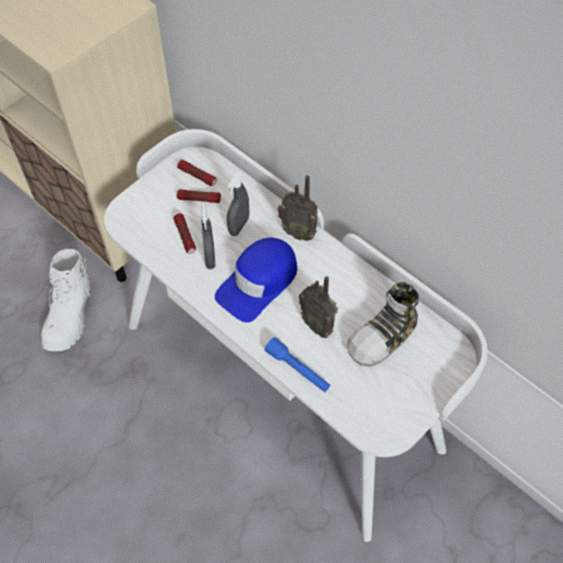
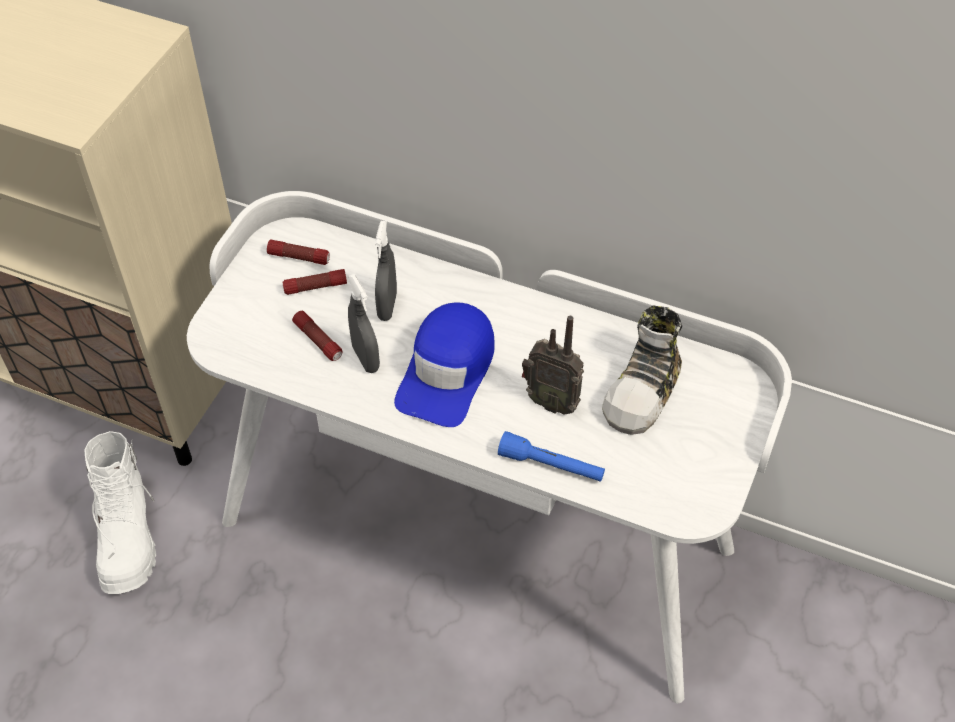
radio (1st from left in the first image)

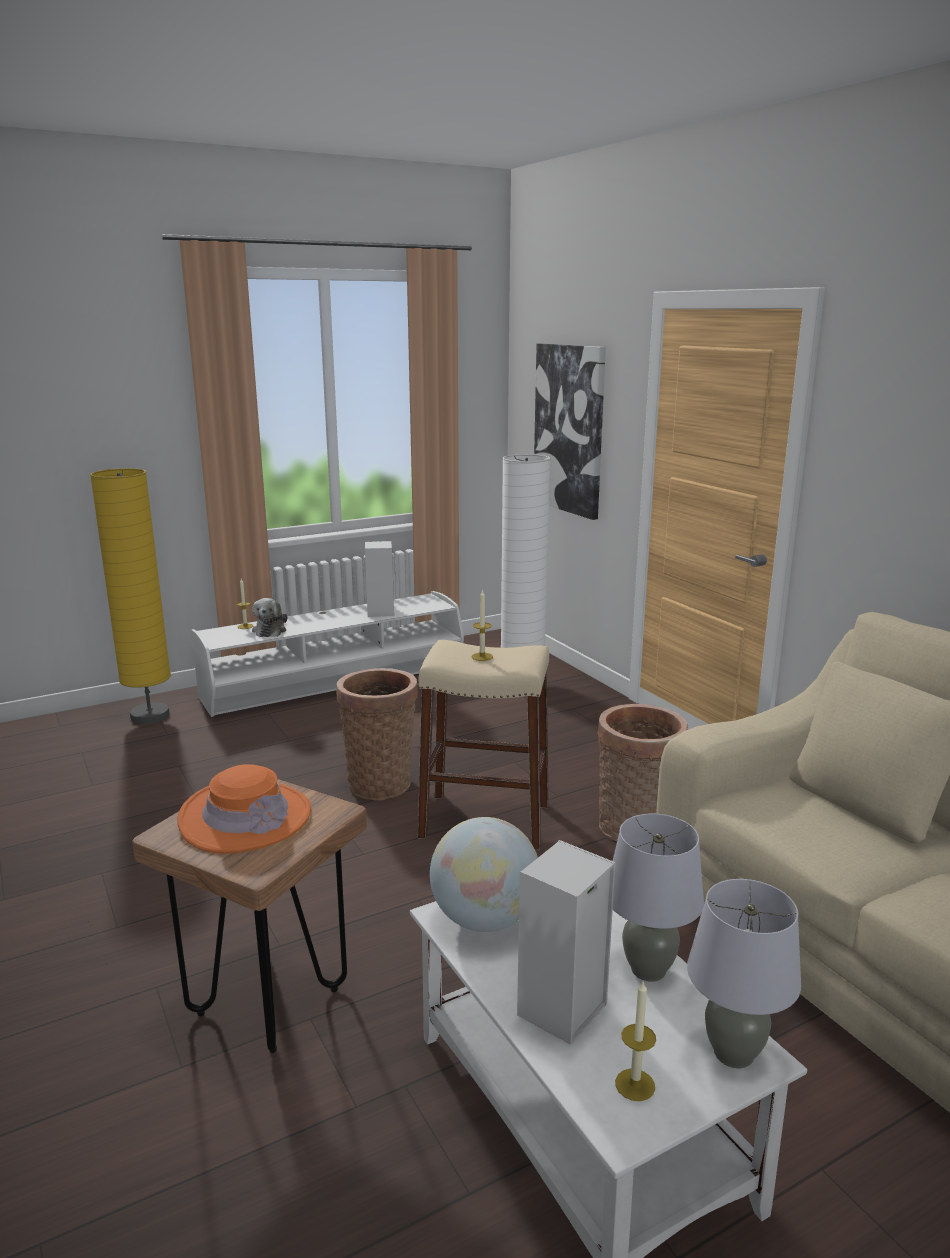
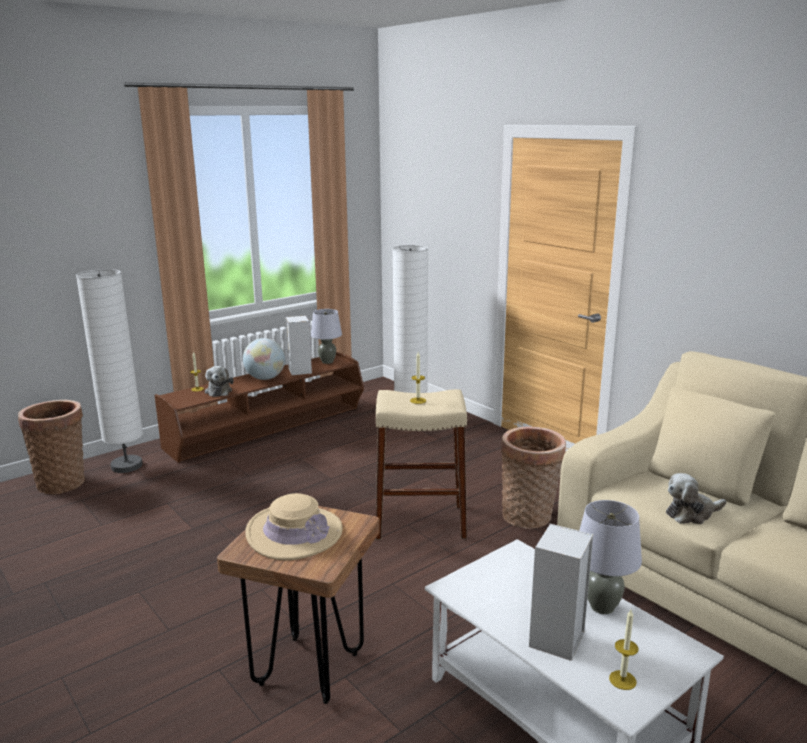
wall_picture; whitish_standing_lamp (1st from left); brownish_tv_stand; storage_basket (1st from left); sand-coloured_hat; globe; greyish_tabletop_lamp (1st from left); soft_toy (2nd from left)

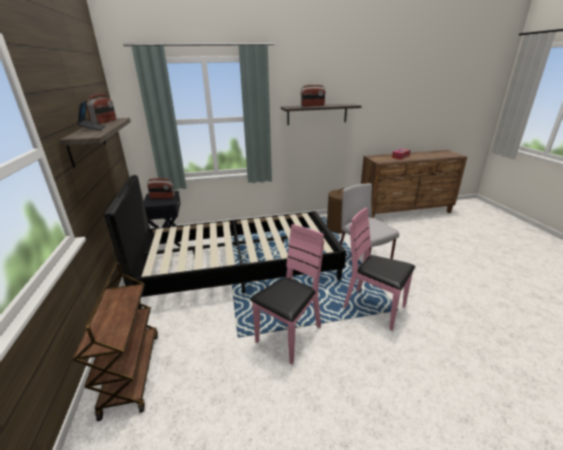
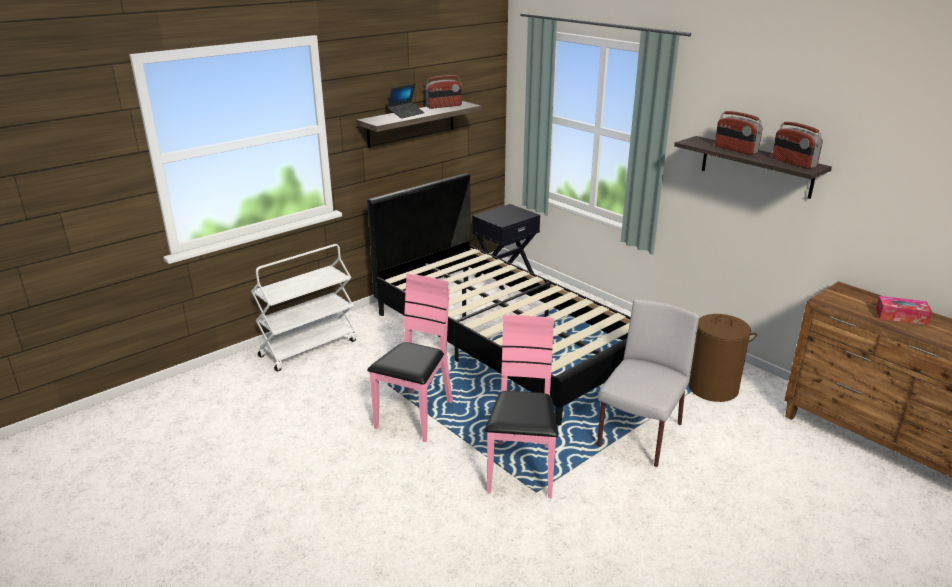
radio (3rd from left); pinkish_upright_chair (1st from left); whitish_cart

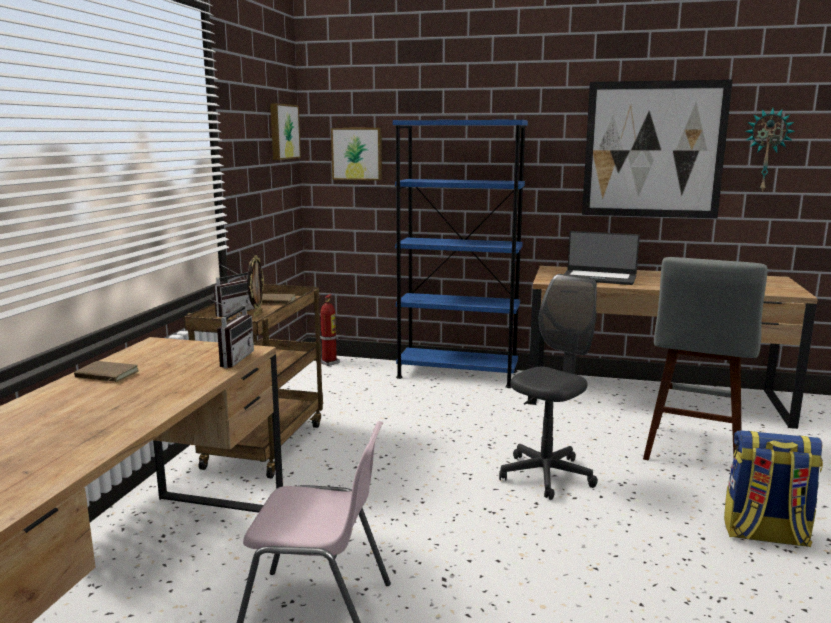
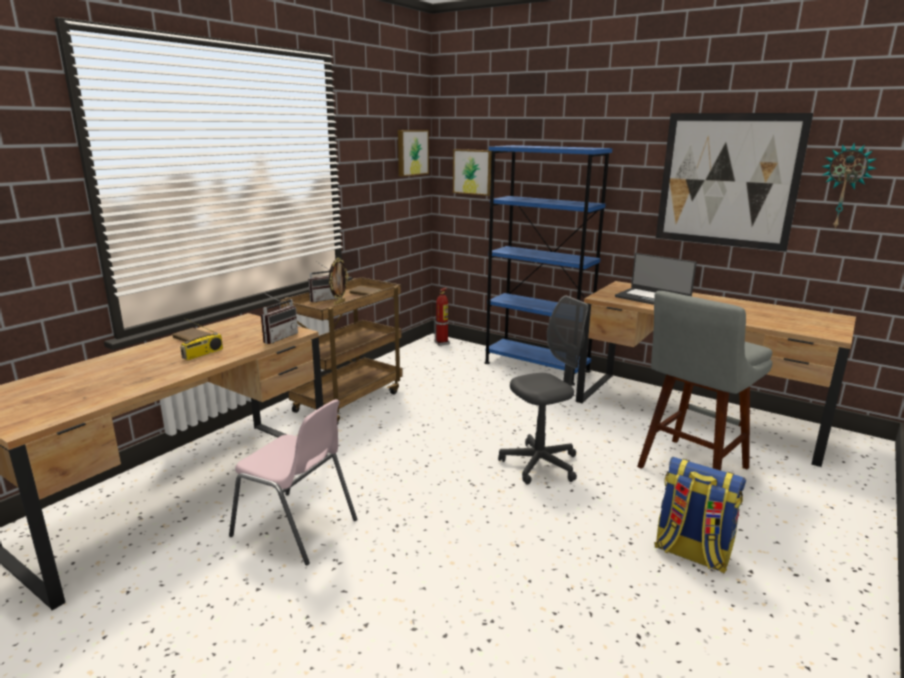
radio (1st from left)

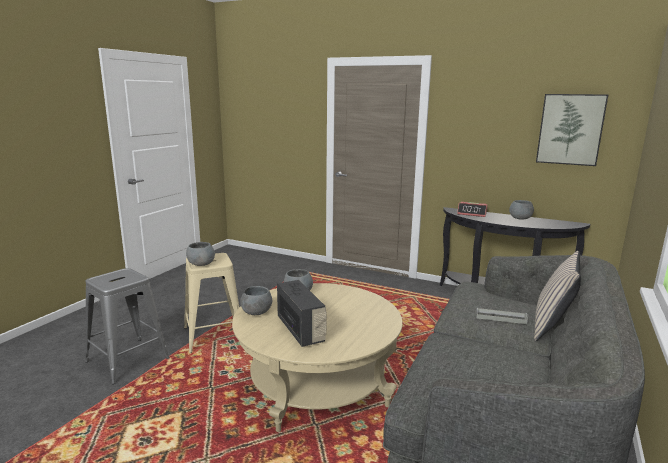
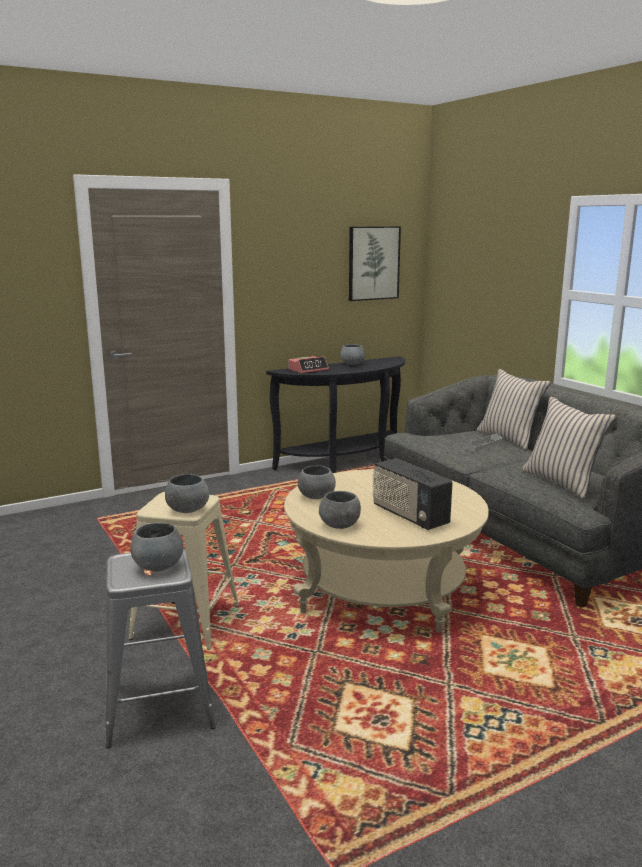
radio; sand-coloured_pillow (2nd from left); greyish_bowl (1st from left)

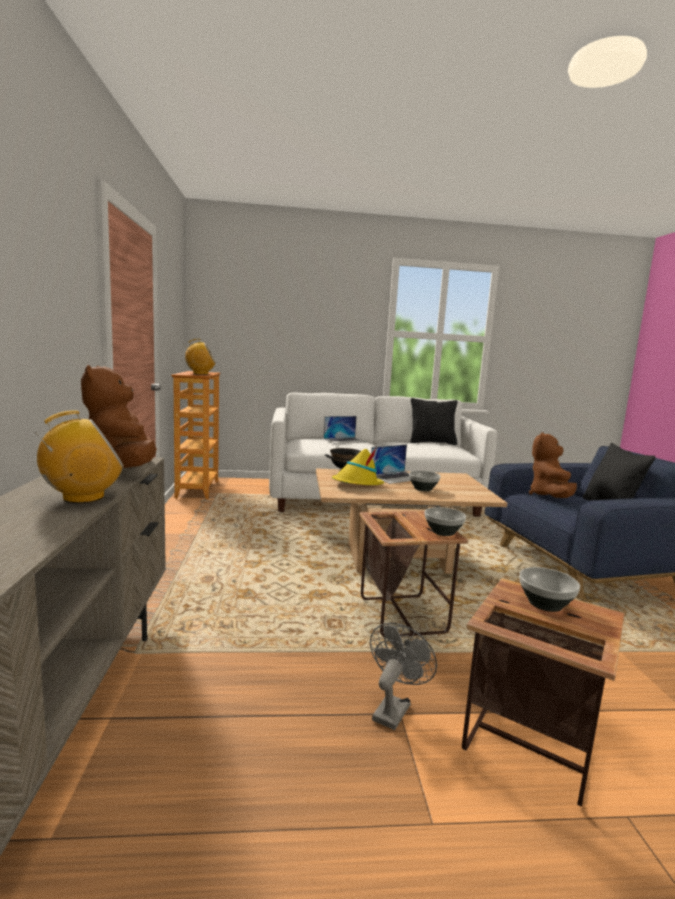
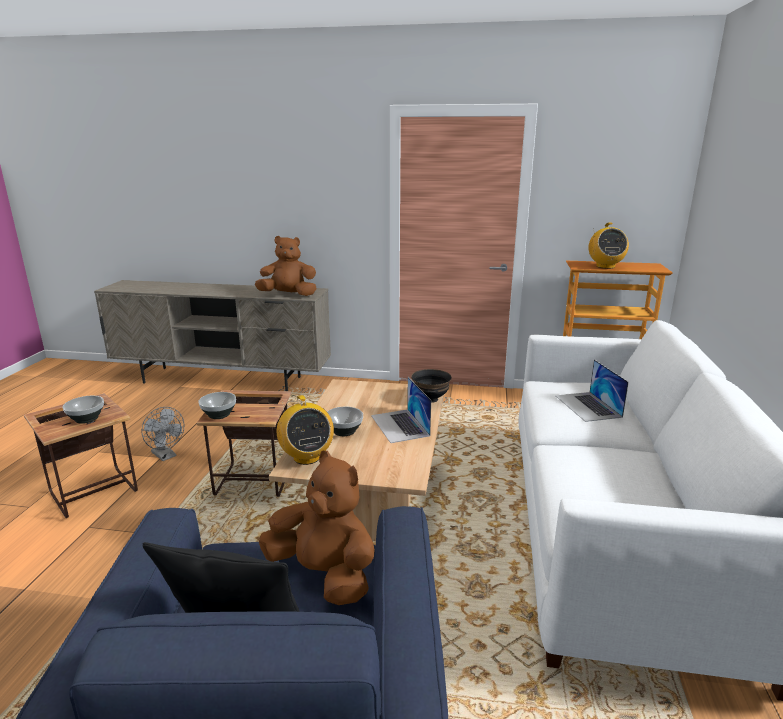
black-coloured_pillow (1st from left in the first image); radio (1st from left); yellowish_hat

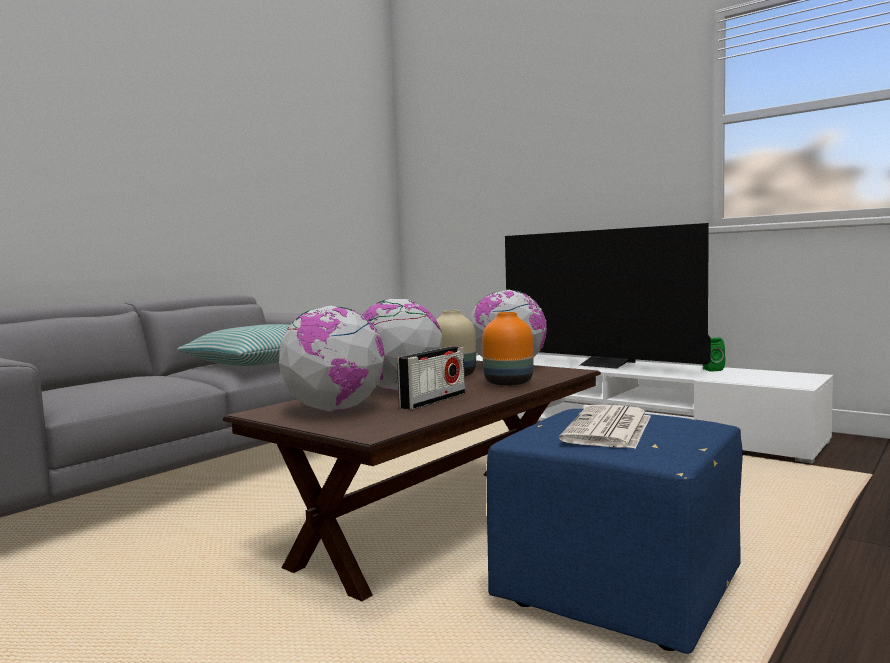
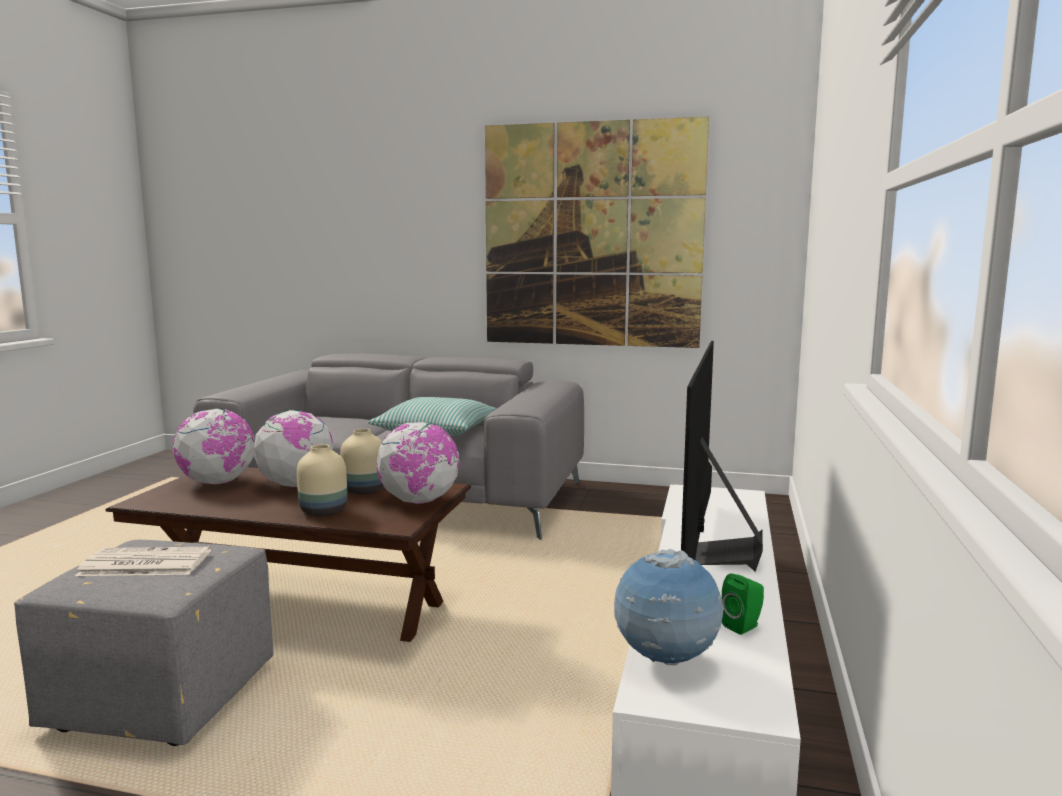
sand-coloured_decorative_vase (1st from left); radio; greyish_ottoman; wall_picture; globe (4th from left)

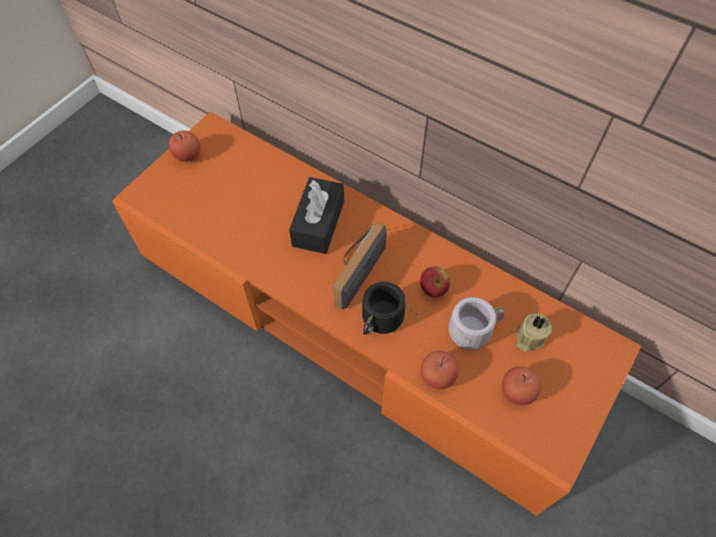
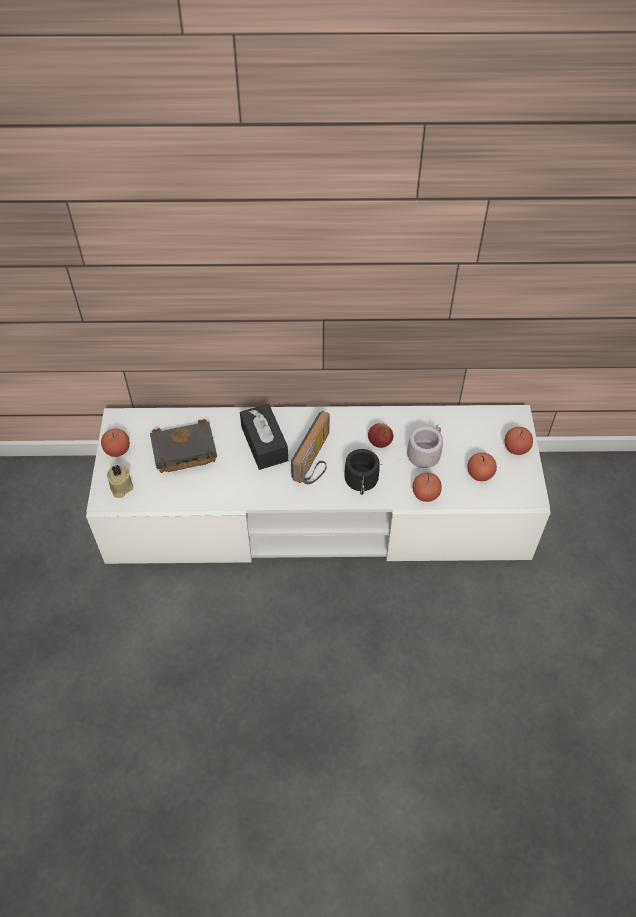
whitish_tv_stand; radio; sand-coloured_wax_light; black-coloured_bound_book; apple_fruit (5th from left)

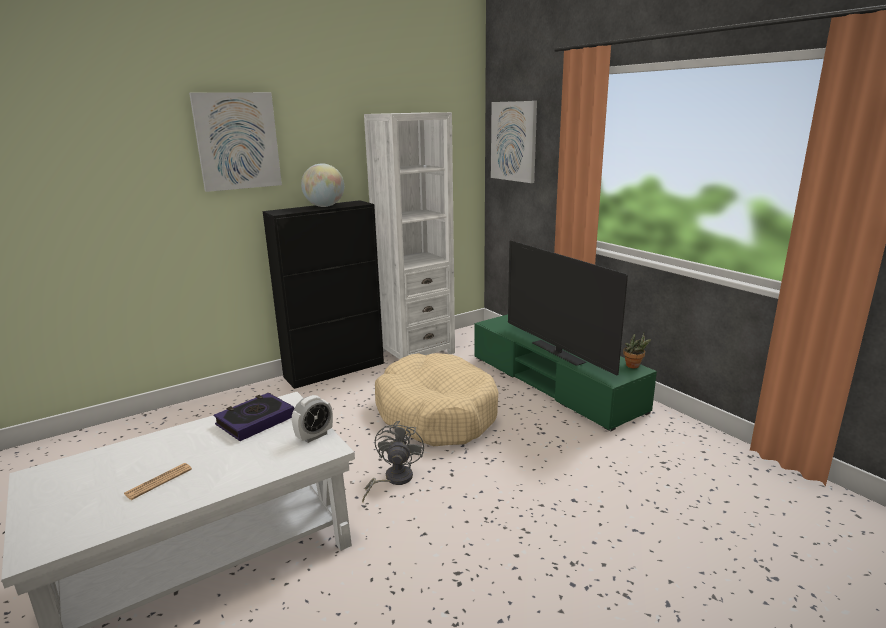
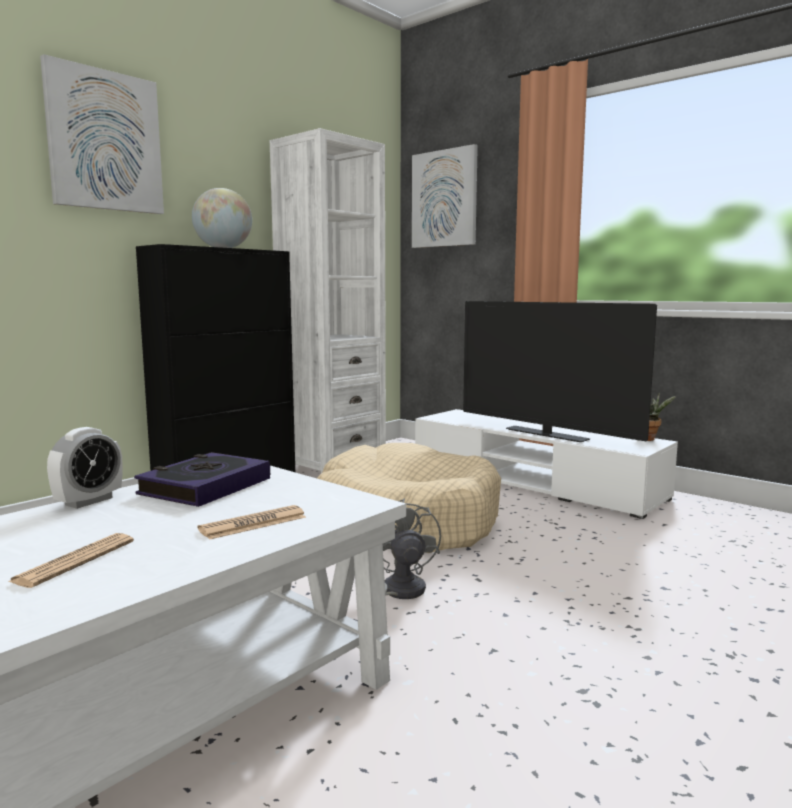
whitish_tv_stand; bedside_clock; newspaper (2nd from left)

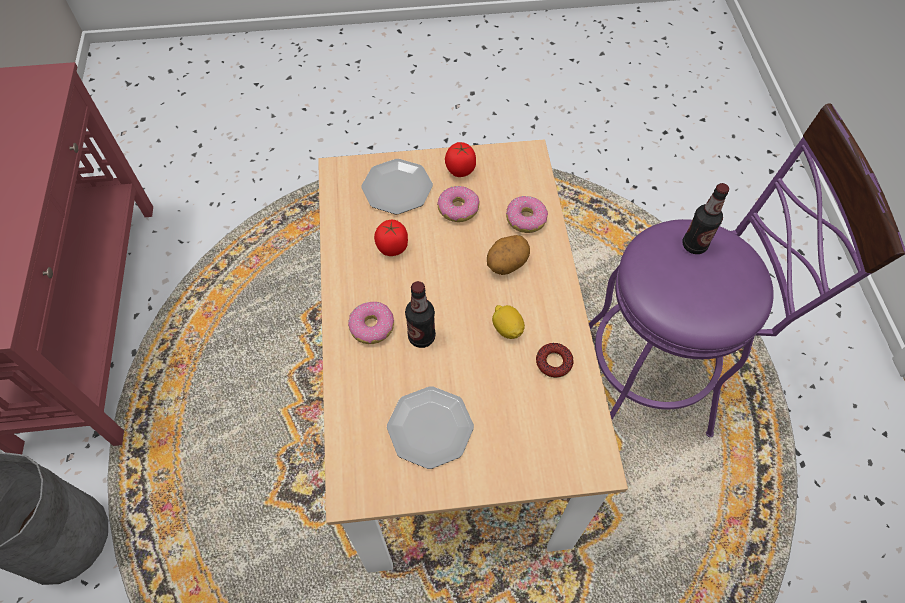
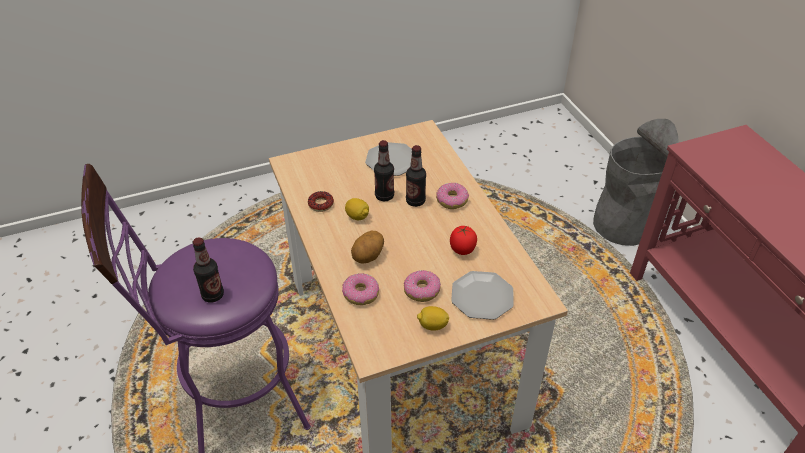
lemon (2nd from left); beverage_bottle (2nd from left)

